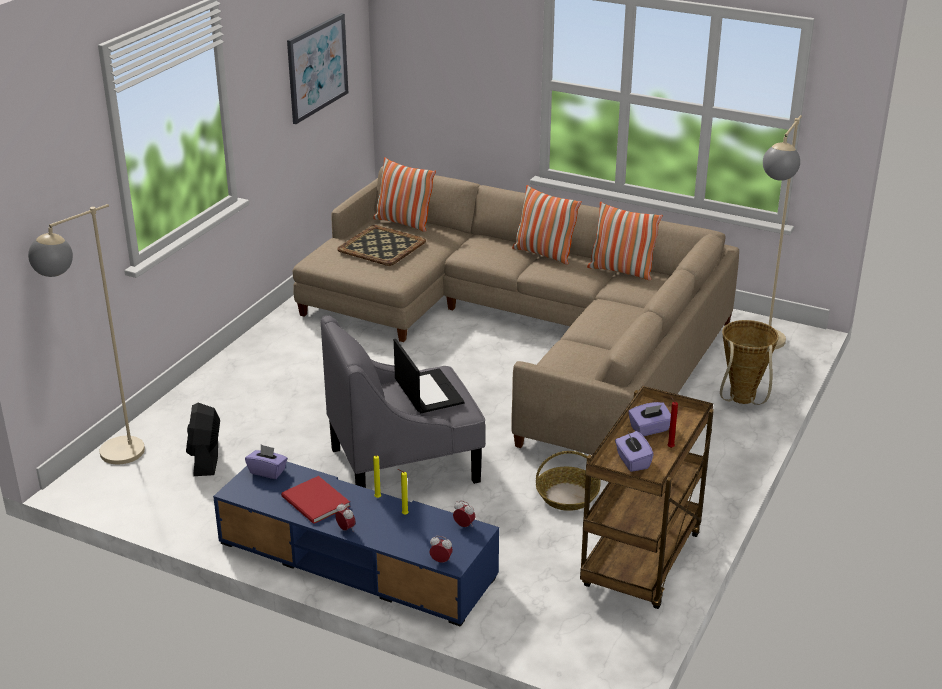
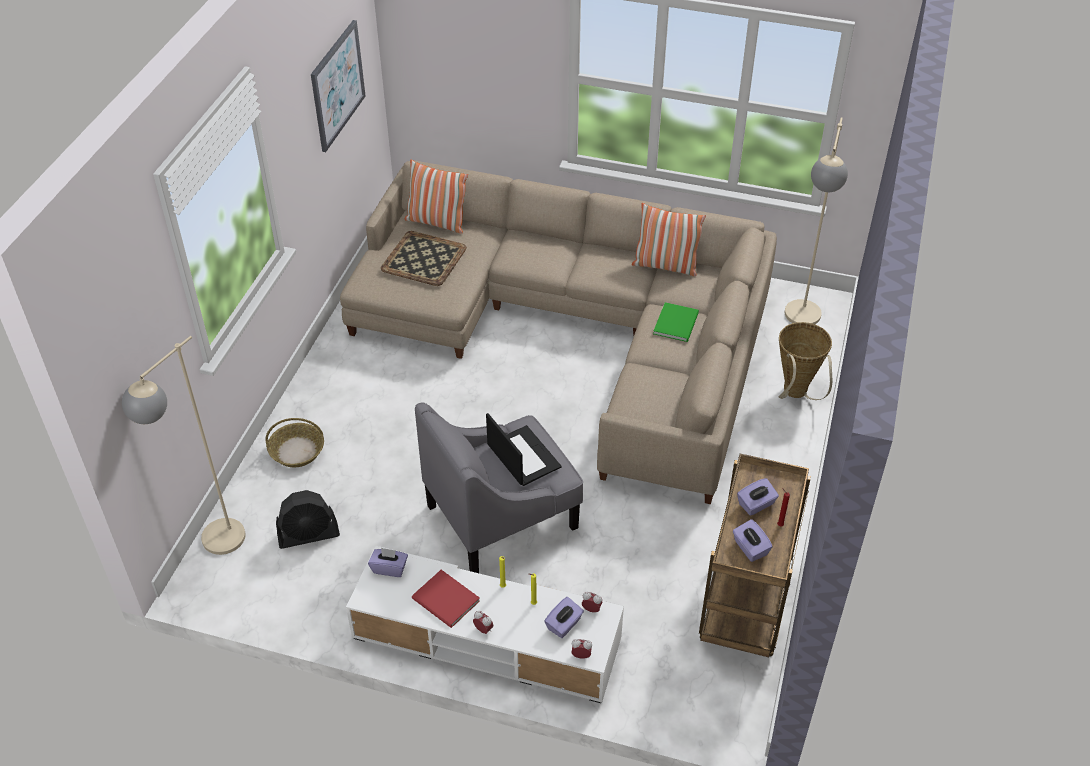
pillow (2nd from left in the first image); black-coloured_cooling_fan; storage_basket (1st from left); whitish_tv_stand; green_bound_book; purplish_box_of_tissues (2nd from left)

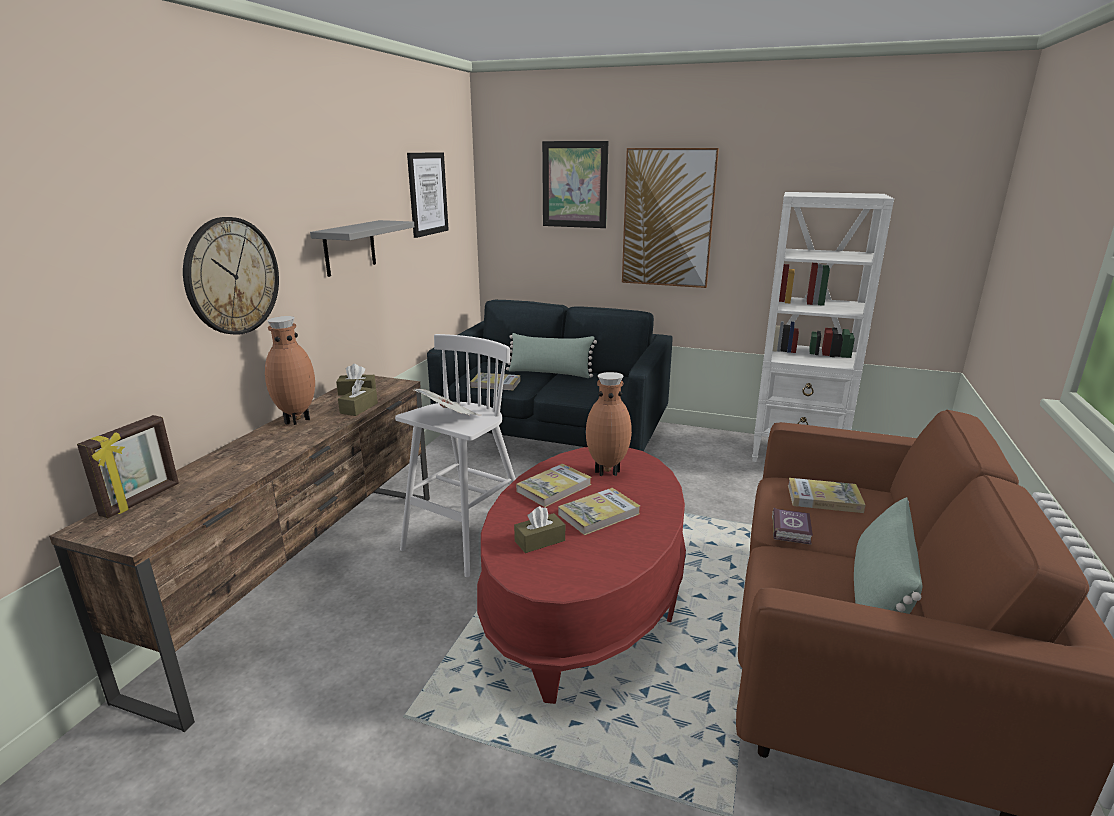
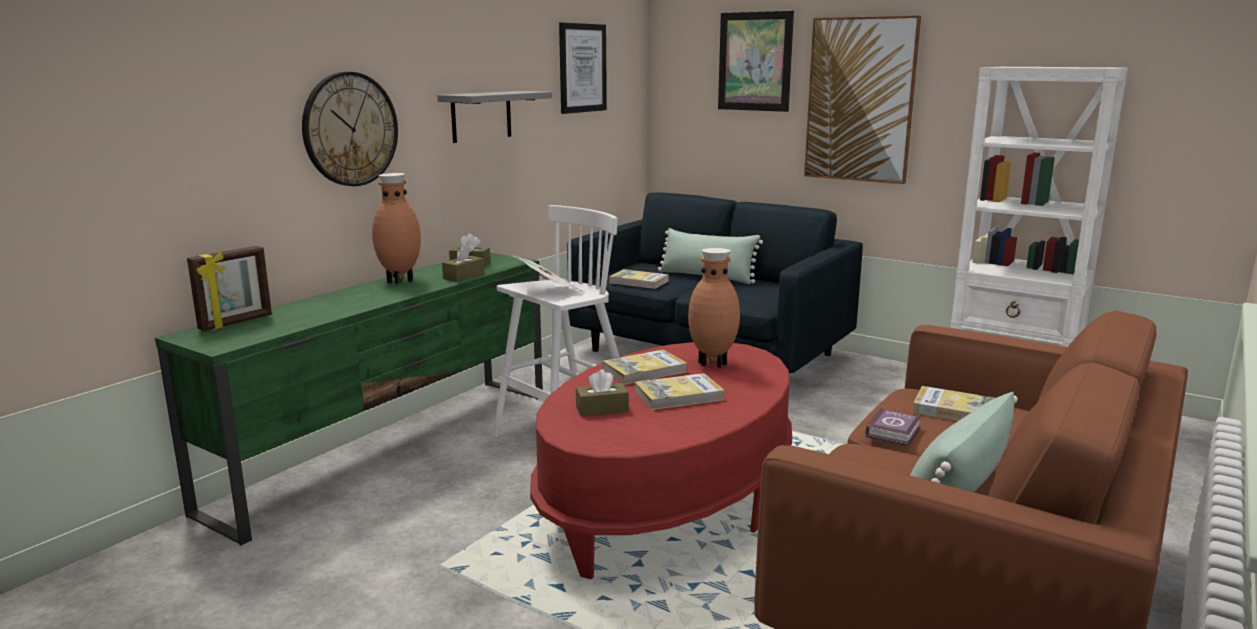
green_tv_stand

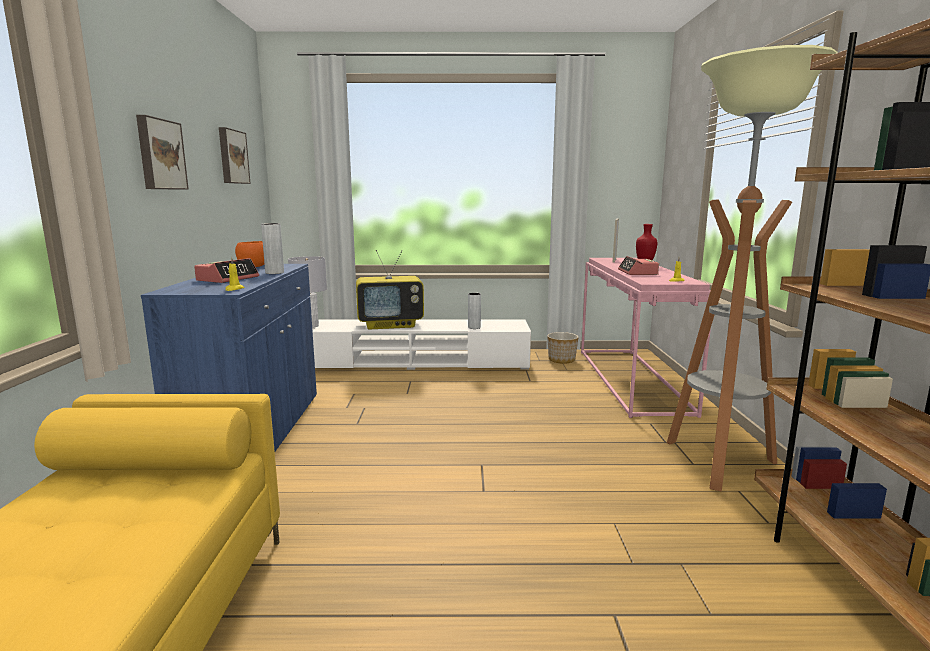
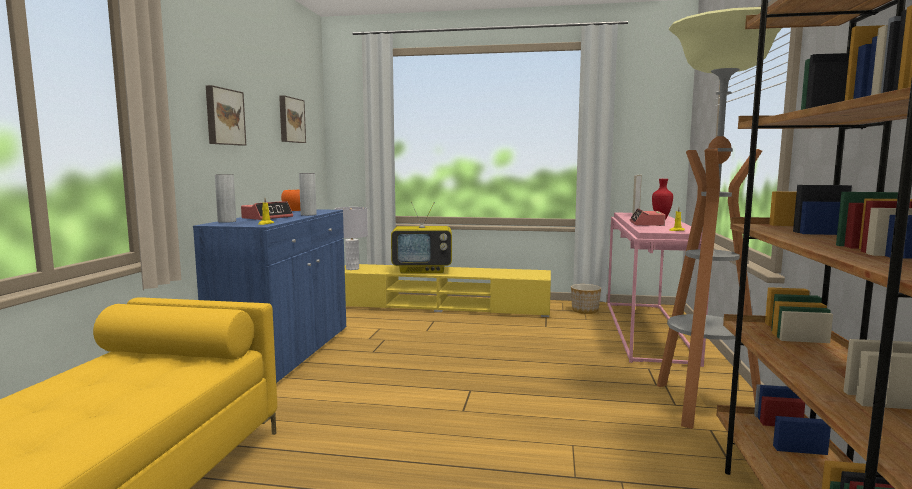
greyish_decorative_vase (1st from left); yellowish_tv_stand

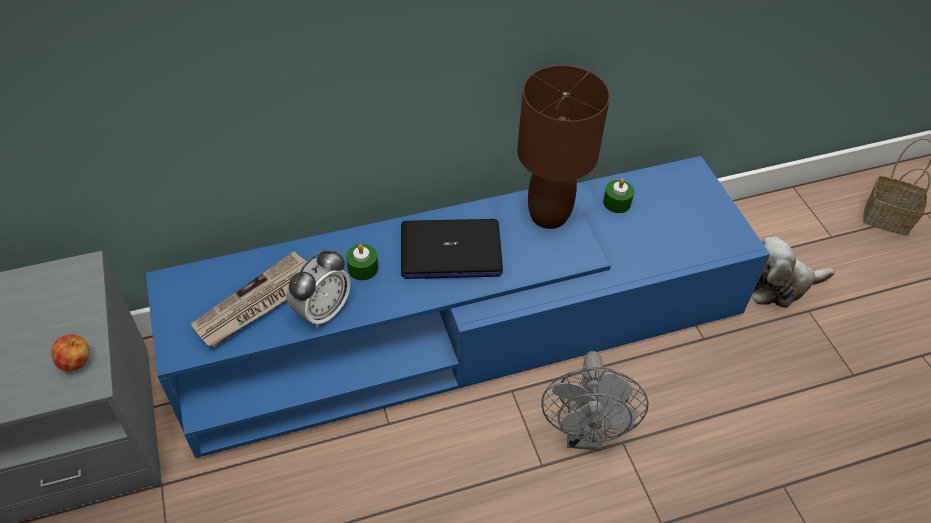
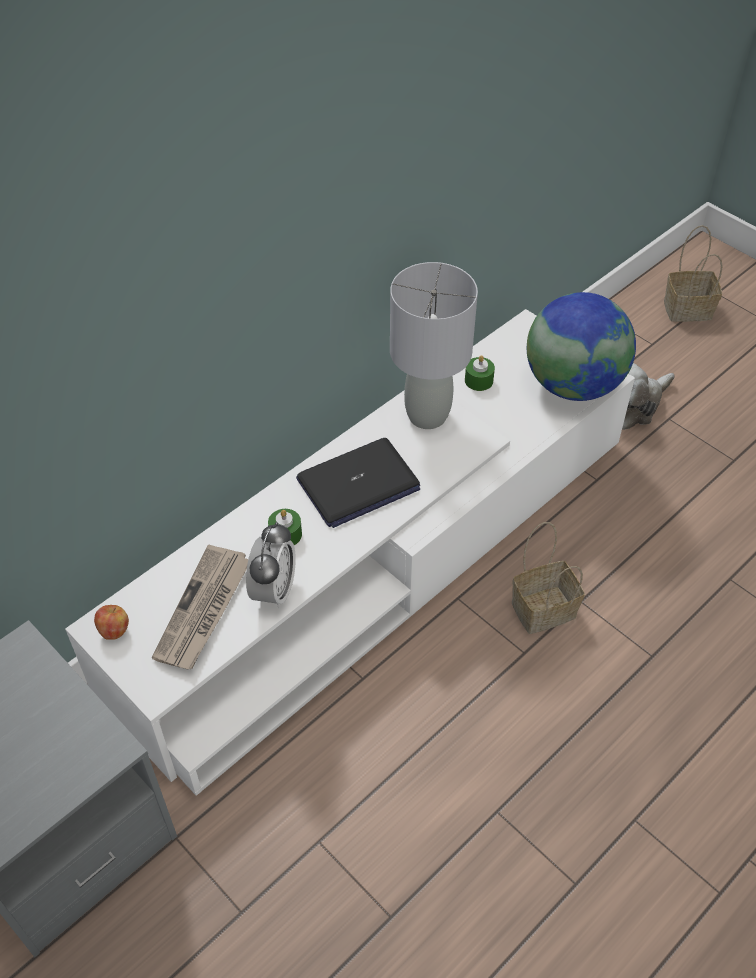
greyish_tabletop_lamp; whitish_tv_stand; apple_fruit; storage_basket (1st from left); globe

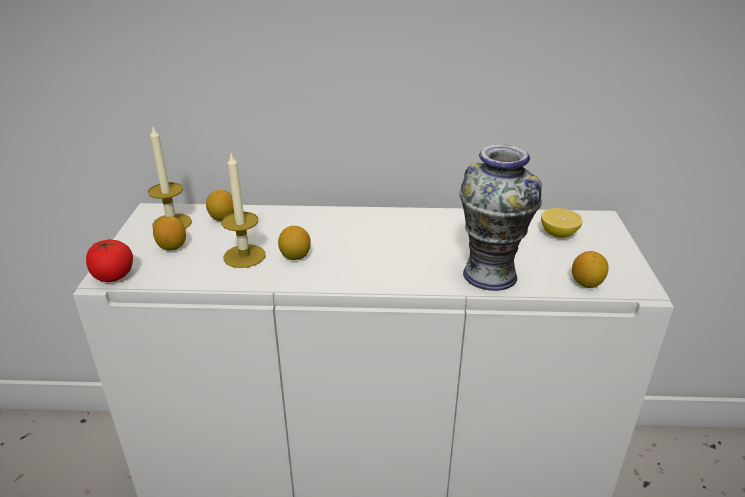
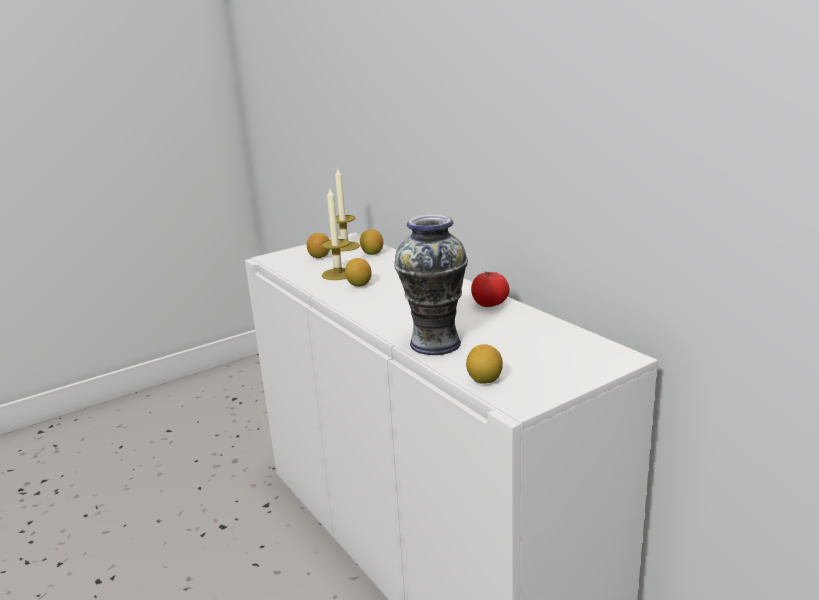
lemon (4th from left in the first image); tomato

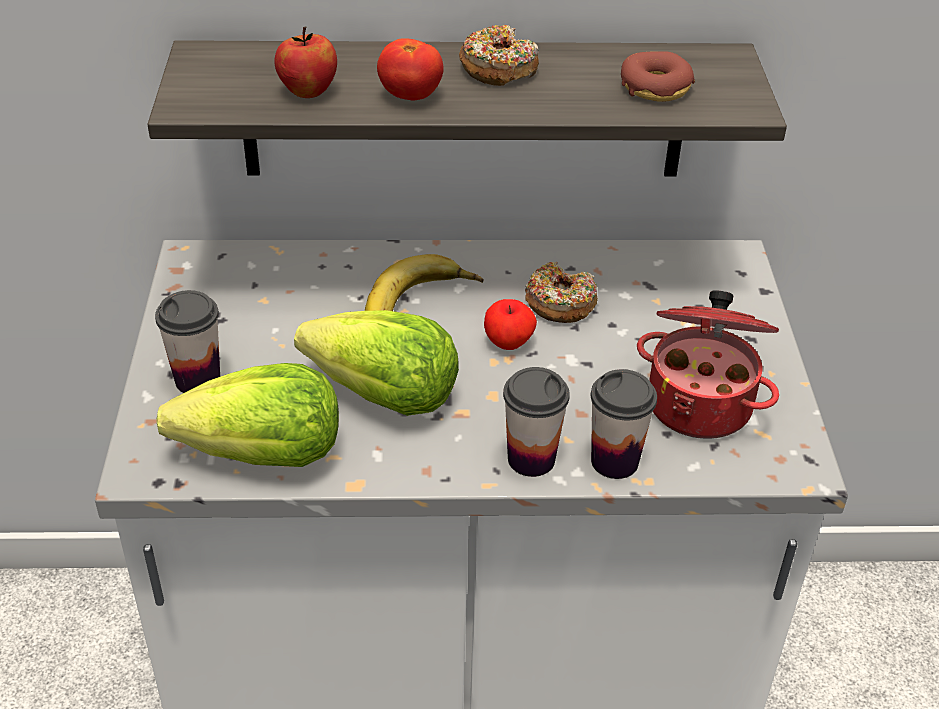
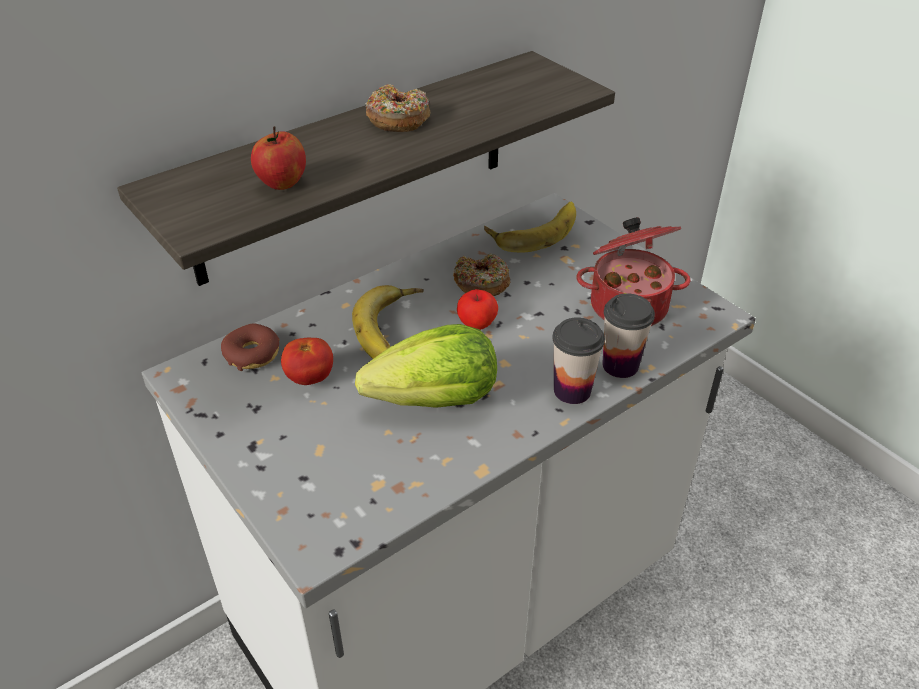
tomato; donut (1st from left); small_cup (1st from left in the first image); lettuce_head (1st from left in the first image); banana (2nd from left)

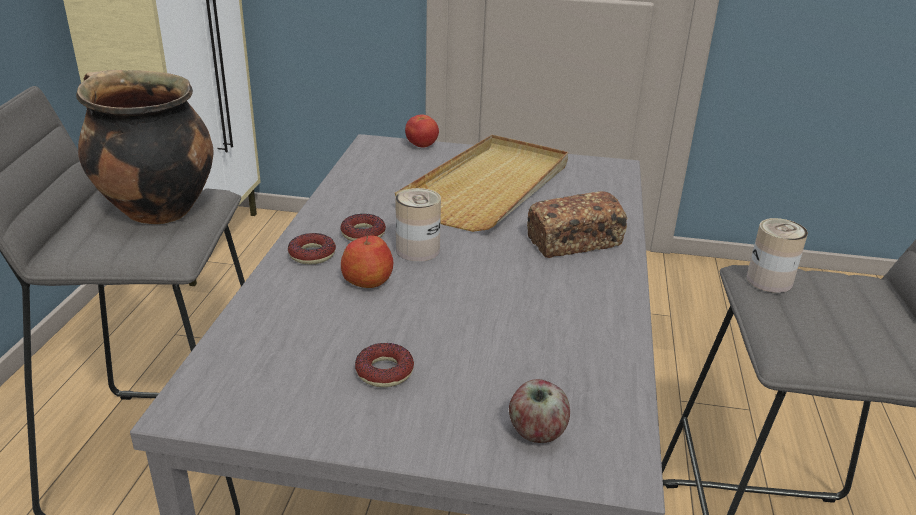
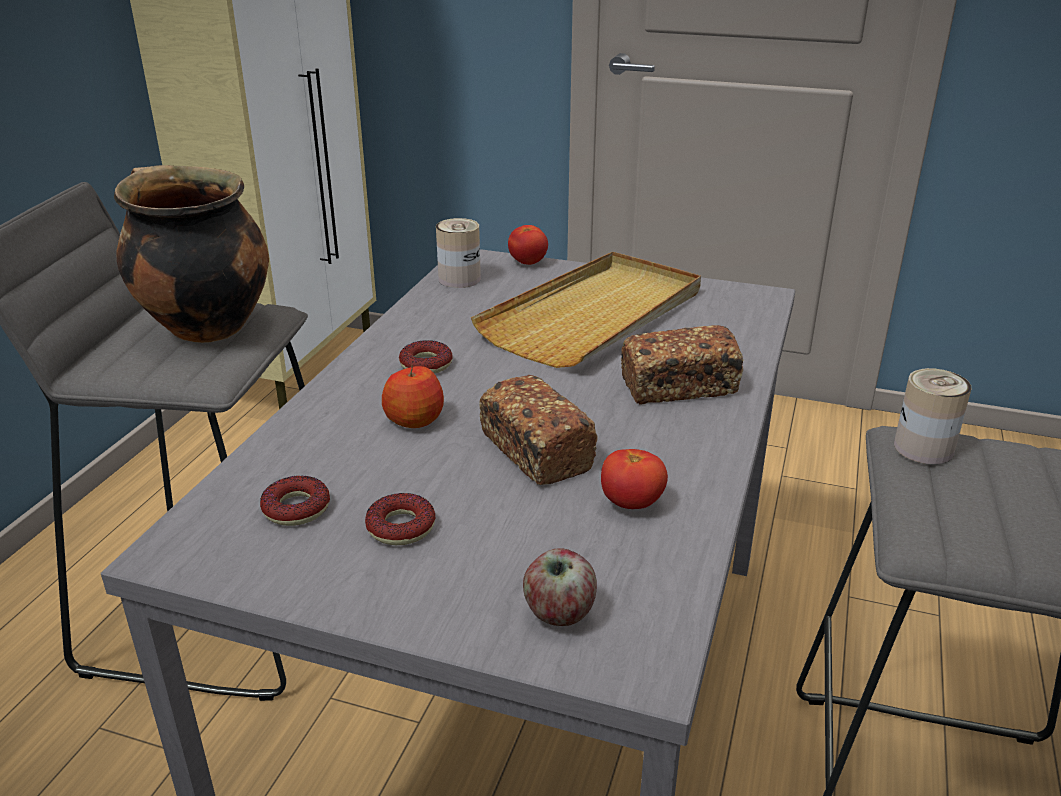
sealed_can (1st from left); donut (1st from left); bread (1st from left); tomato (2nd from left)

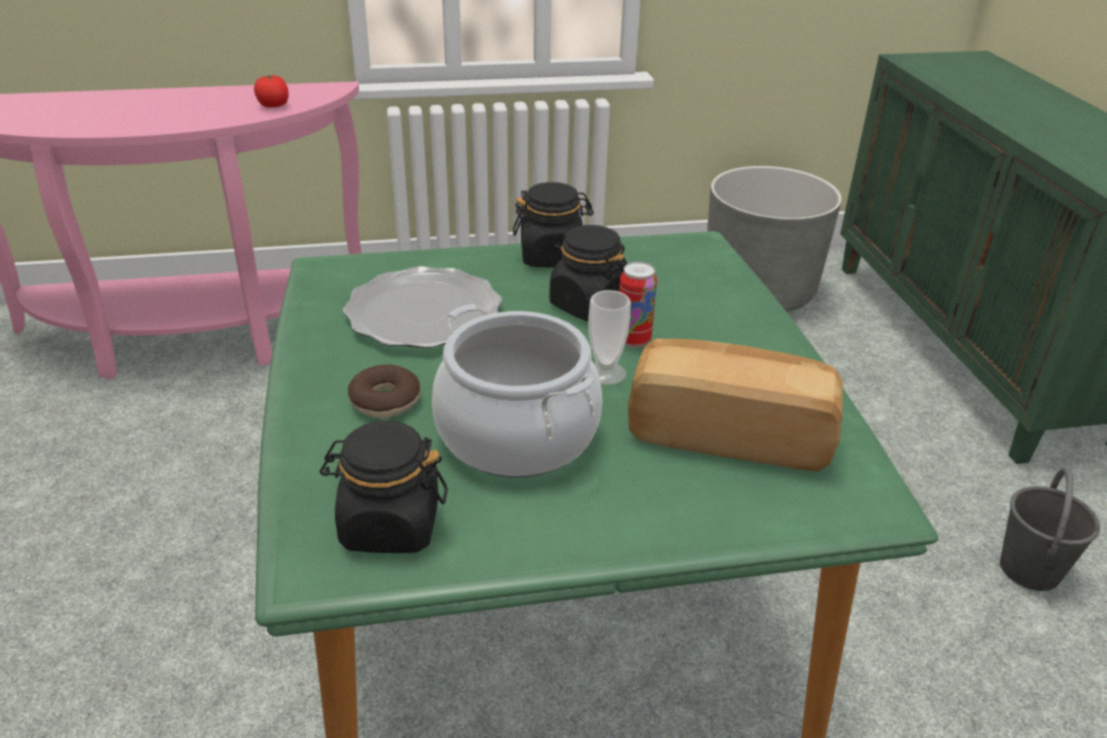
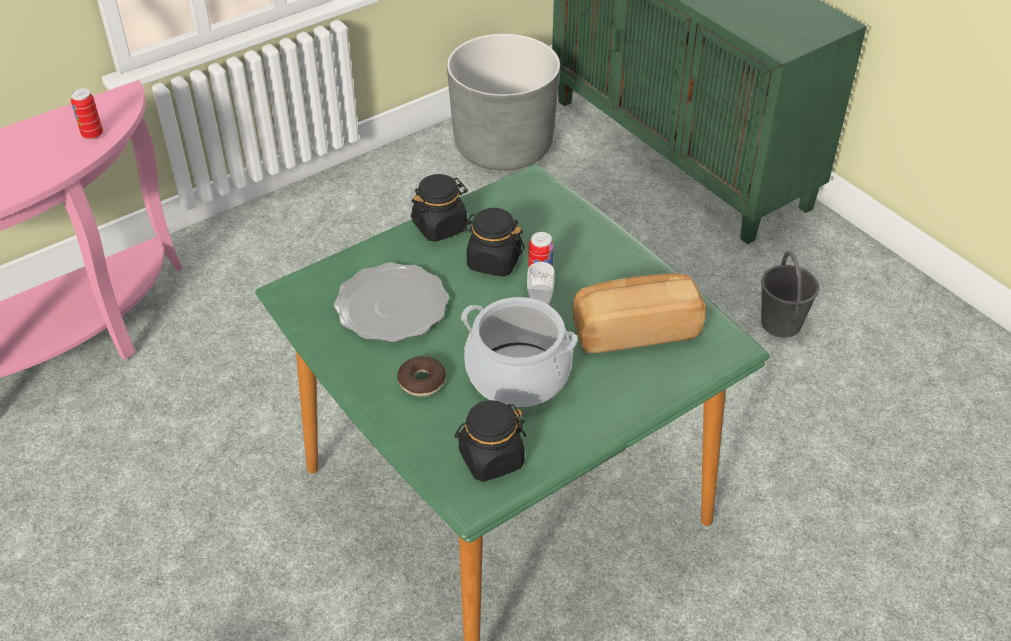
sealed_can (1st from left)

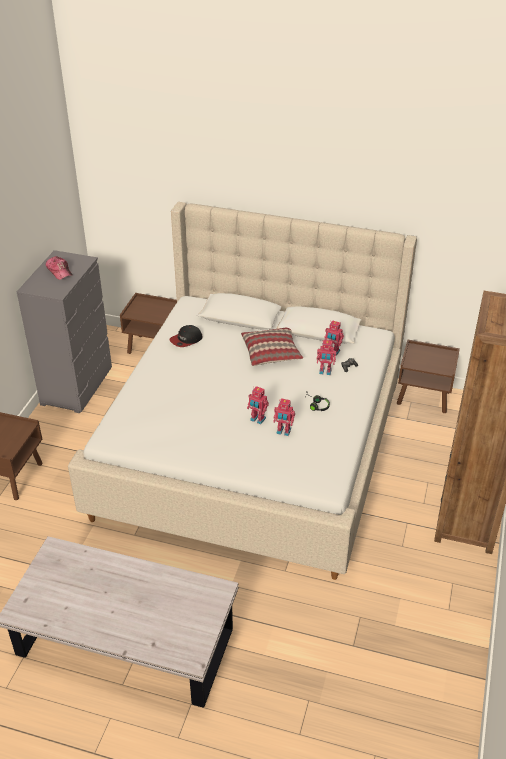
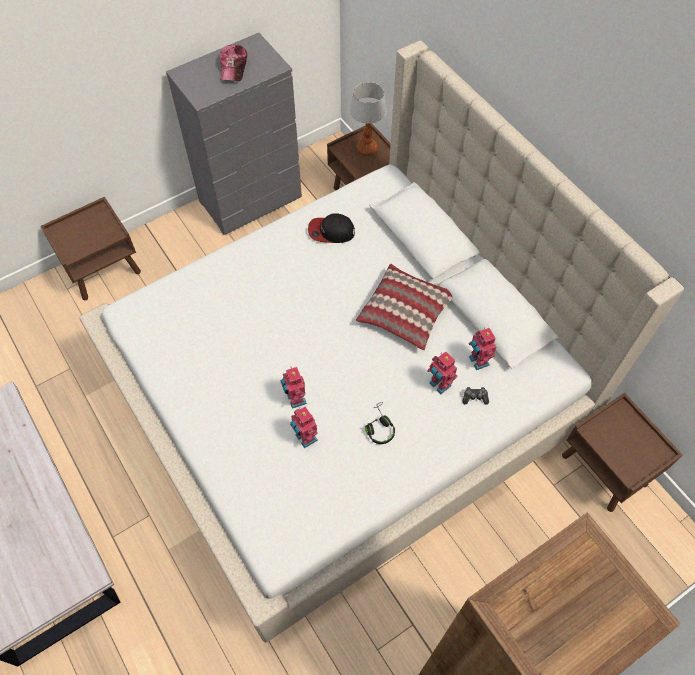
tabletop_lamp

